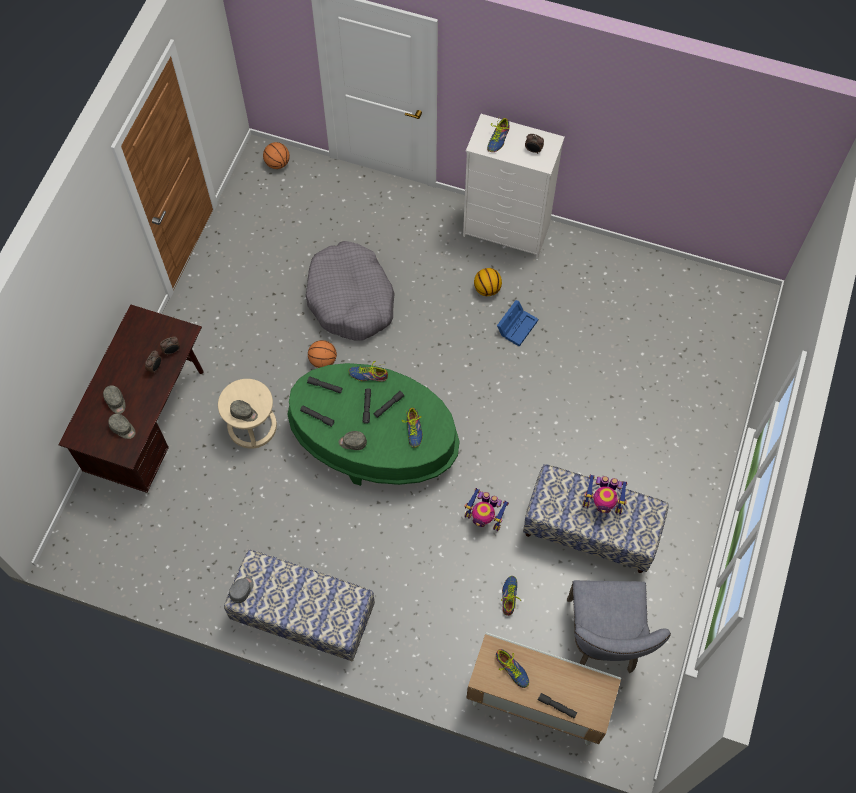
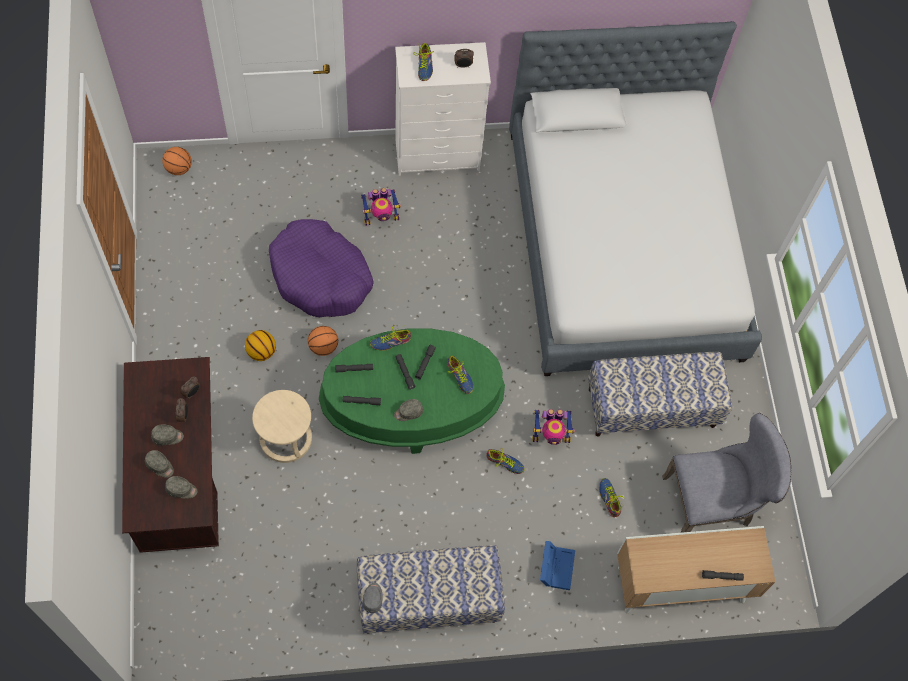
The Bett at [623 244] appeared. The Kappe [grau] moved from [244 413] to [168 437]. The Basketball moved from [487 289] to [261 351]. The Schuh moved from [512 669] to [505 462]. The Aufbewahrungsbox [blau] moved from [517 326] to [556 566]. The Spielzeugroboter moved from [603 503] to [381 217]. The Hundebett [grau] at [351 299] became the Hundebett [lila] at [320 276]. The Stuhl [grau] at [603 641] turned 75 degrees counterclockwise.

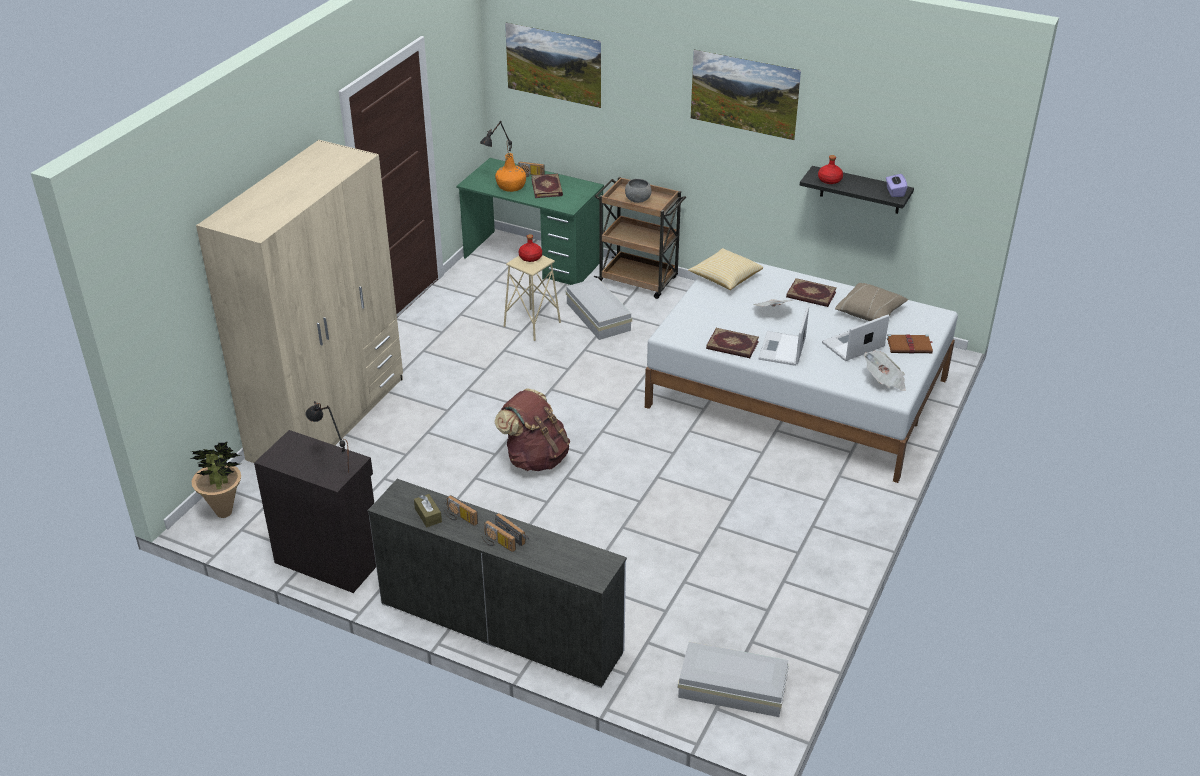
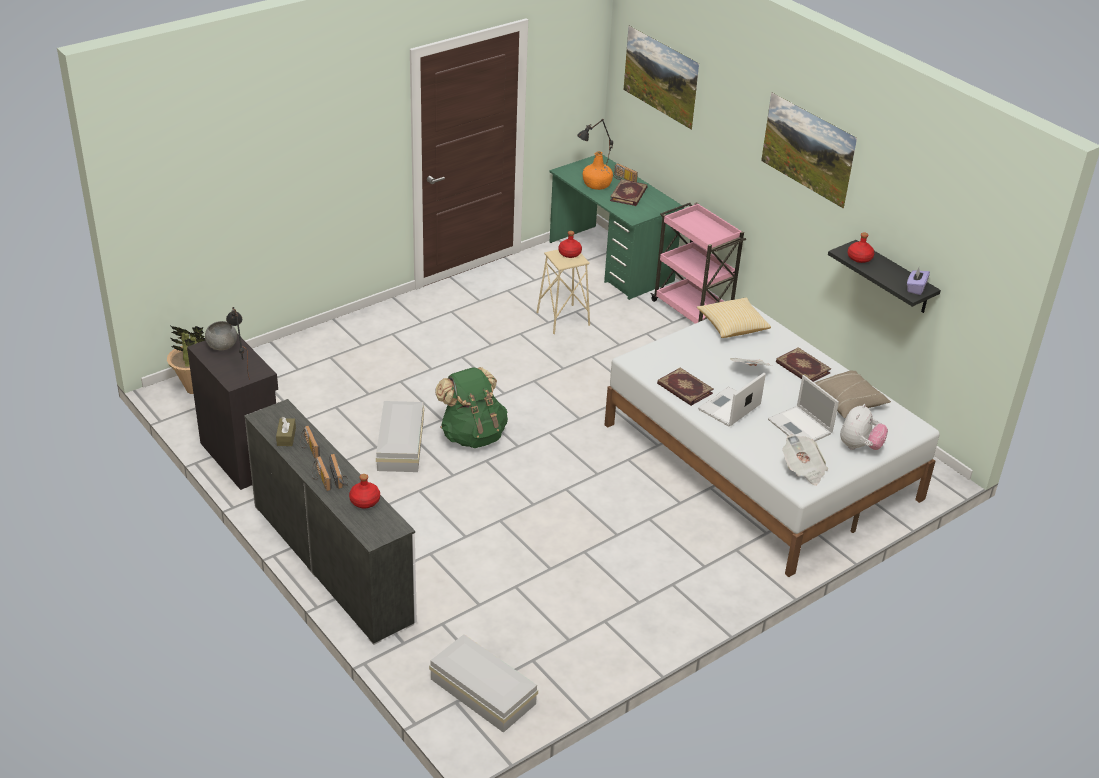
The Kleiderschrank [beige] at [328 418] disappeared. The Flasche [rot] at [364 501] appeared. The Aufbewahrungsbox [weiß] moved from [598 317] to [399 445]. The Schüssel [grau] moved from [638 200] to [222 346]. The Buch [braun] at [910 346] was replaced by the Plüschtier at [859 446]. The Rucksack [braun] at [535 458] became the Rucksack [grün] at [472 435]. The Rollwagen [braun] at [638 281] became the Rollwagen [rosa] at [692 310]. The Laptop at [852 346] turned 120 degrees counterclockwise.

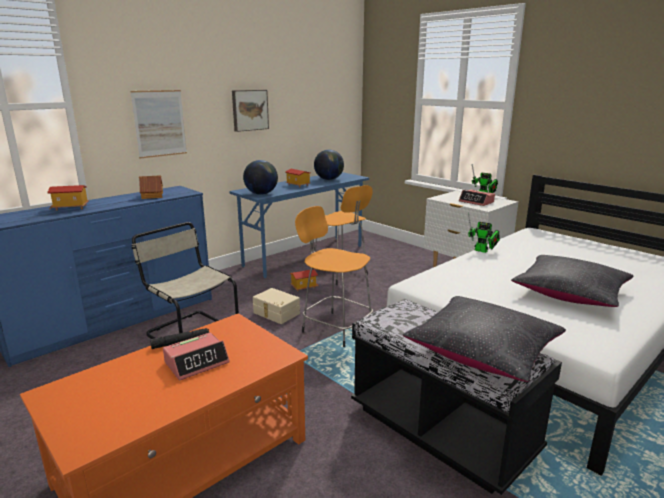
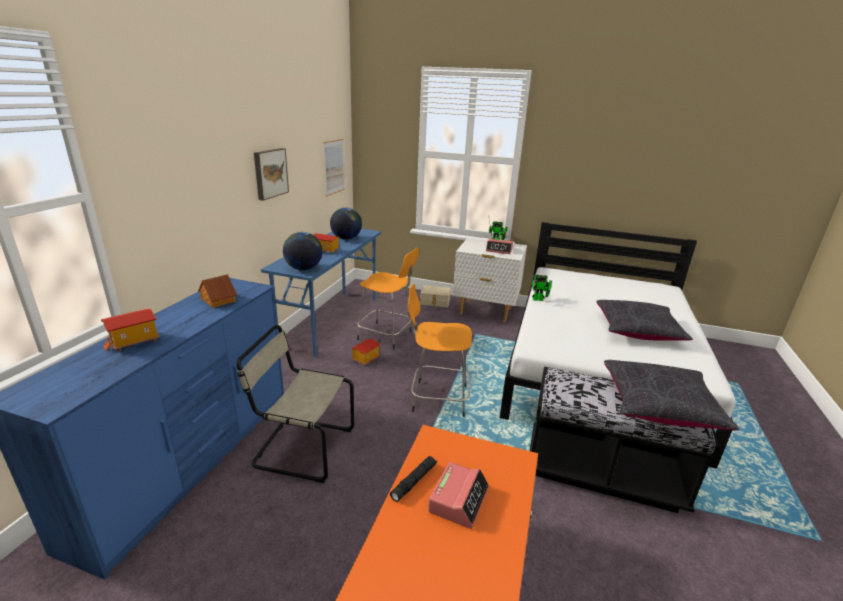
The Bild moved from [160 123] to [334 167]. The Aufbewahrungsbox [beige] moved from [276 313] to [435 302].

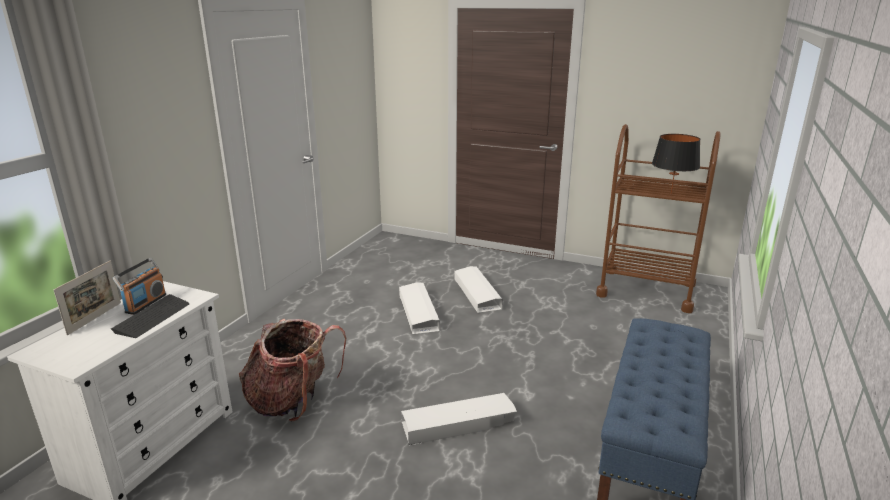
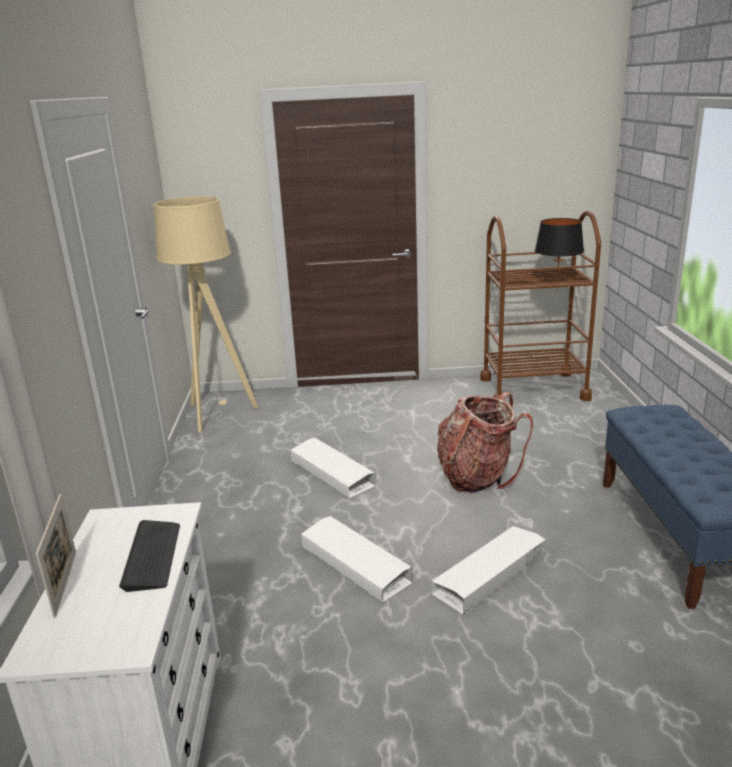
The Radio at [145 303] disappeared. The Stehlampe [beige] at [217 415] appeared. The Rucksack moved from [293 401] to [477 476]. The Aufbewahrungsbox [weiß] moved from [477 293] to [355 563].

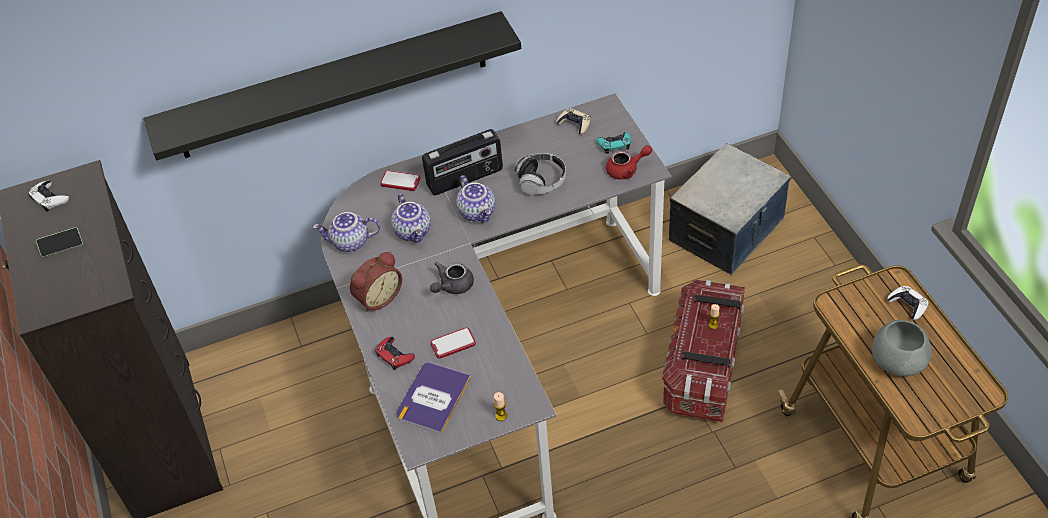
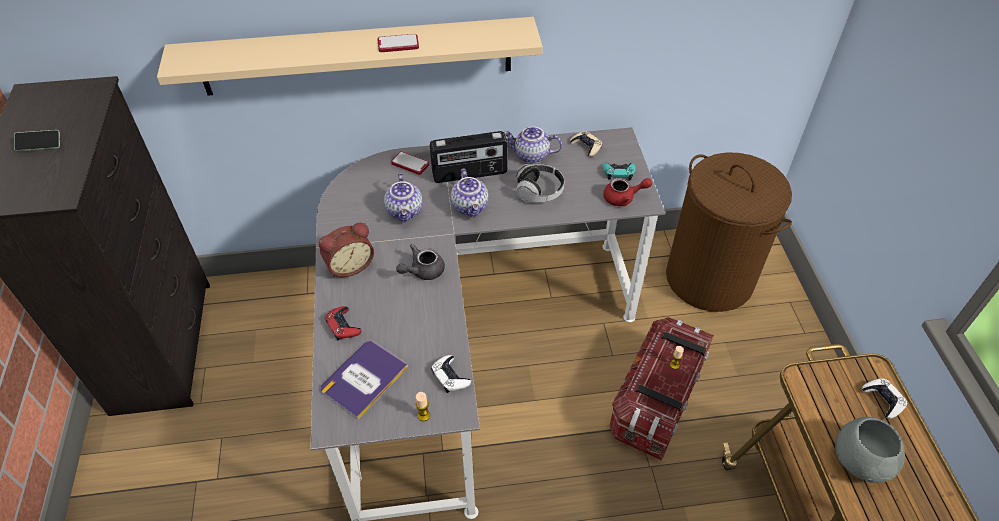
The Gamepad [weiß] moved from [49 199] to [450 377]. The Teekanne moved from [350 243] to [531 156]. The Handy moved from [453 344] to [398 44]. The Aufbewahrungsbox at [727 230] was replaced by the Wäschekorb [braun] at [710 278]. The Wandregal [schwarz] at [333 86] became the Wandregal [beige] at [357 56].

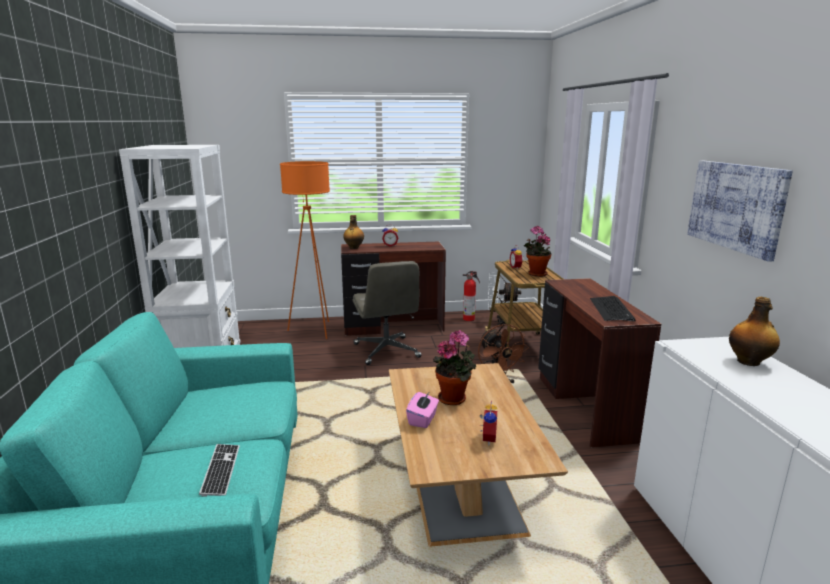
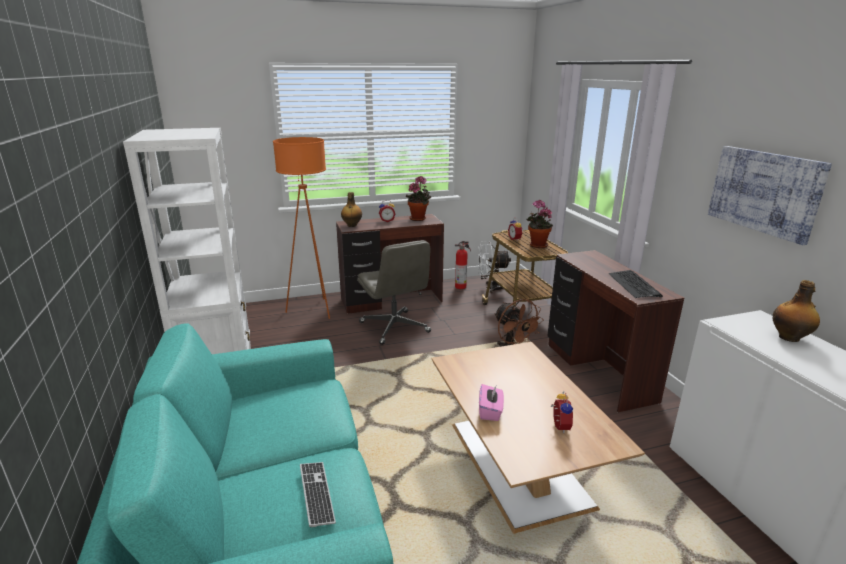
The Topfpflanze moved from [454 398] to [419 218].

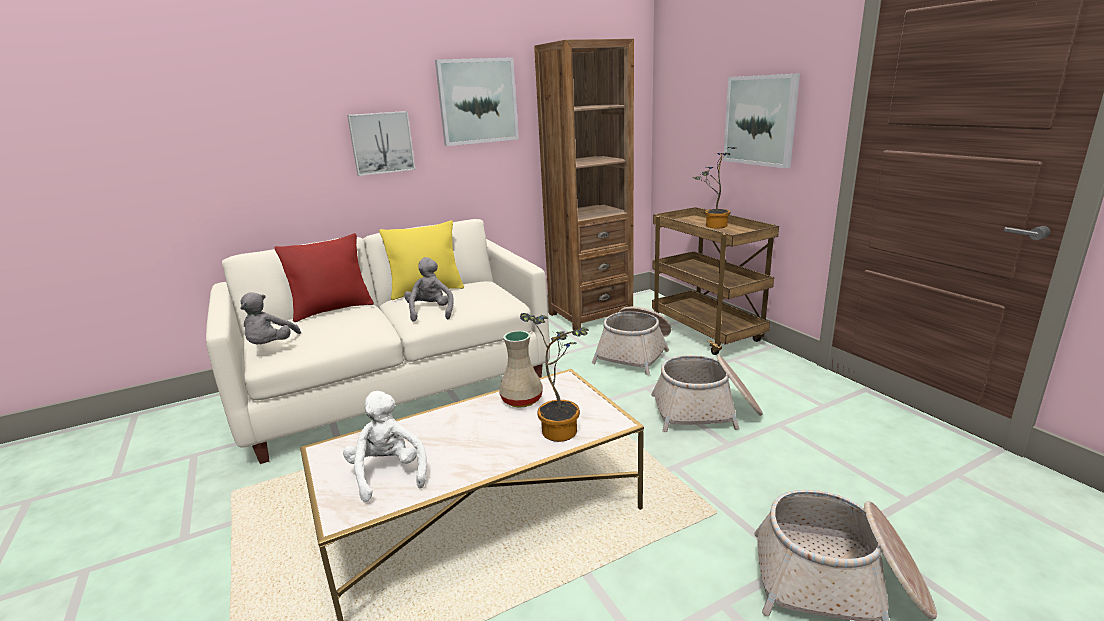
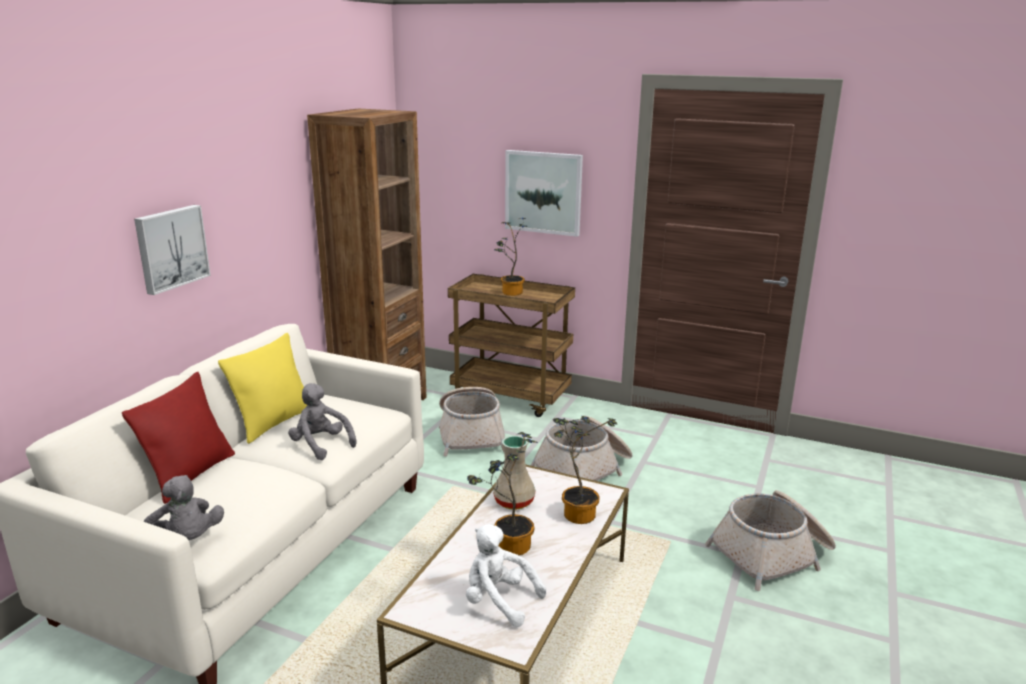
The Bild at [477 101] disappeared. The Topfpflanze at [508 546] appeared.

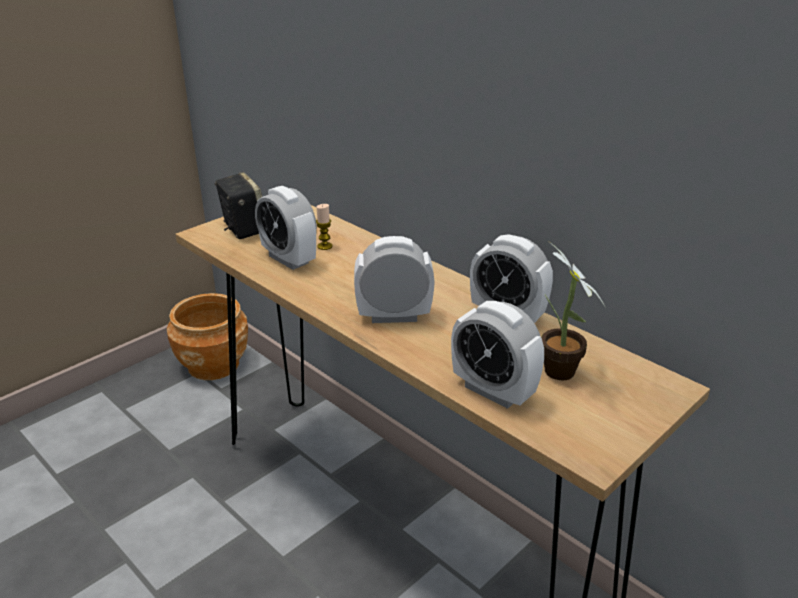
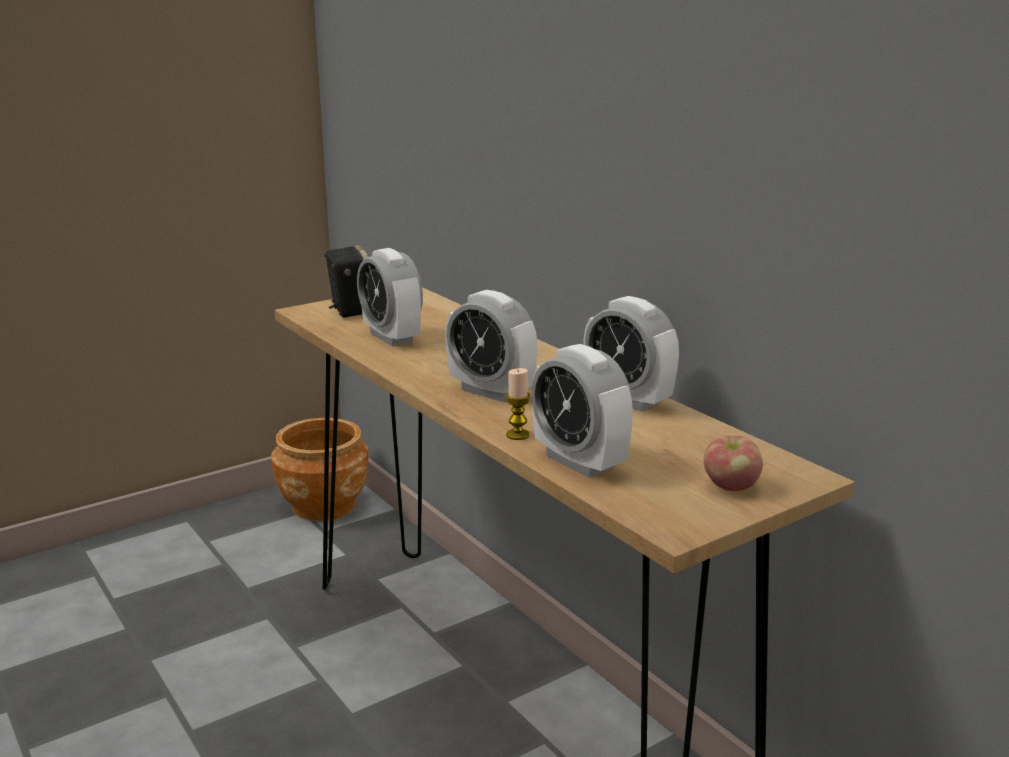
The Topfpflanze at [559 375] disappeared. The Apfel at [731 486] appeared. The Kerze moved from [325 246] to [517 435]. The Wecker at [394 316] turned 150 degrees counterclockwise.

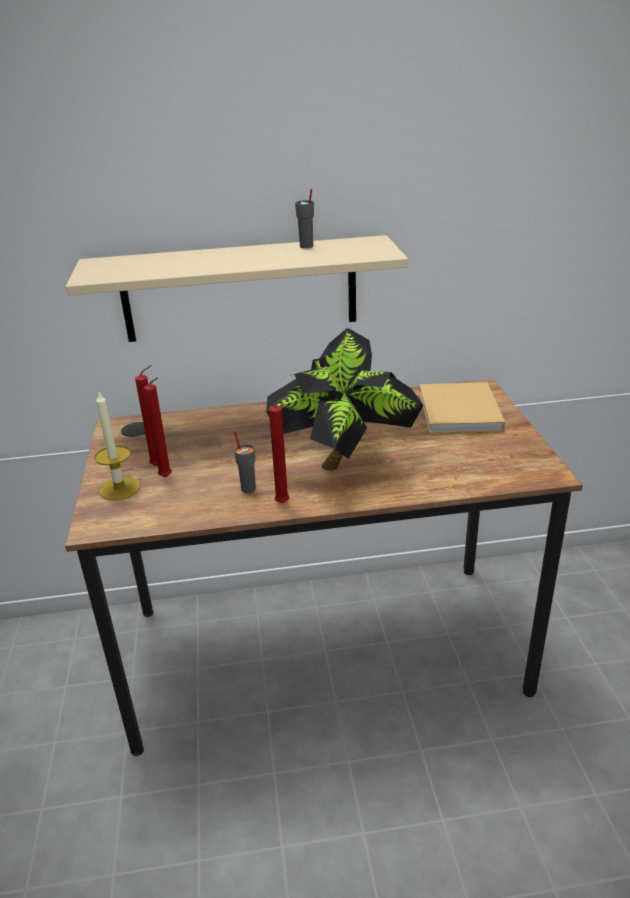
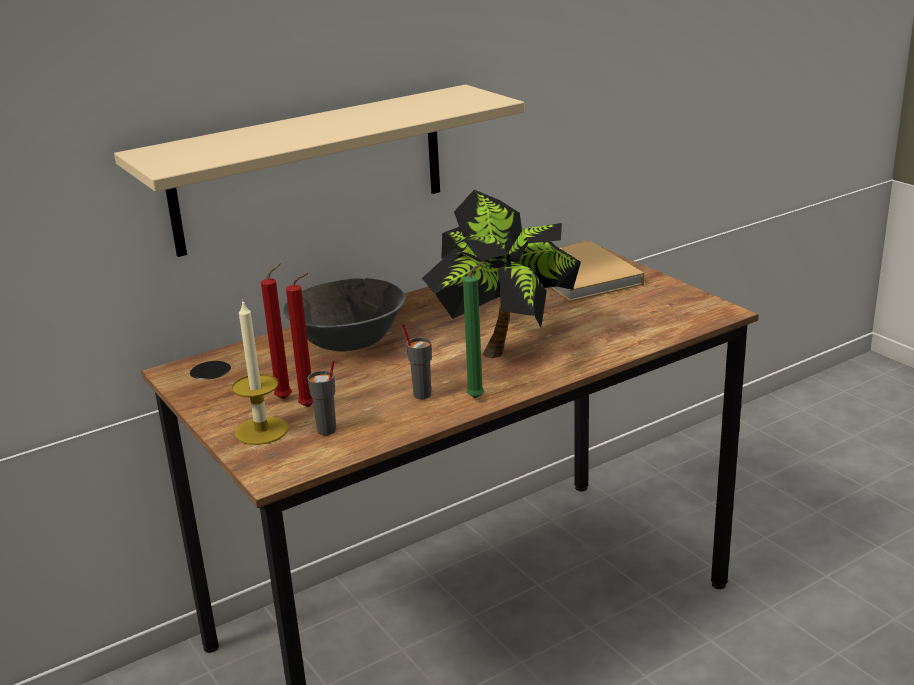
The Schüssel [grau] at [350 341] appeared. The Tasse [grau] moved from [306 246] to [327 430]. The Kerze [rot] at [284 503] became the Kerze [grün] at [478 397].

